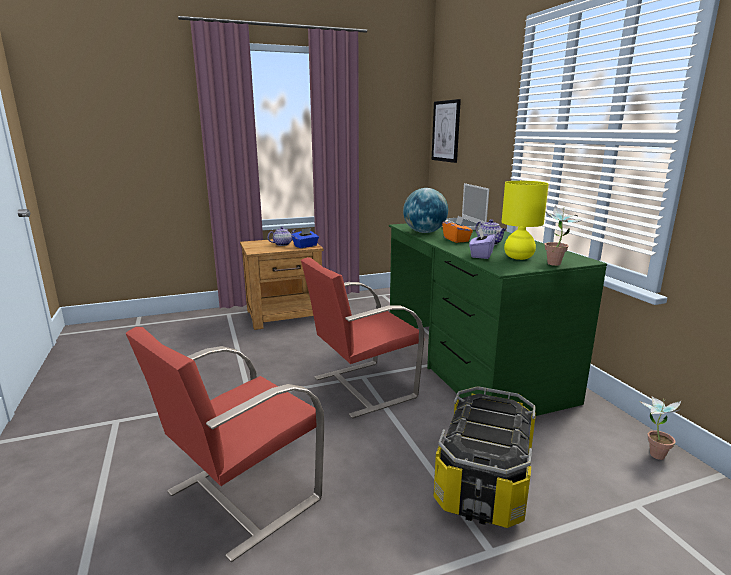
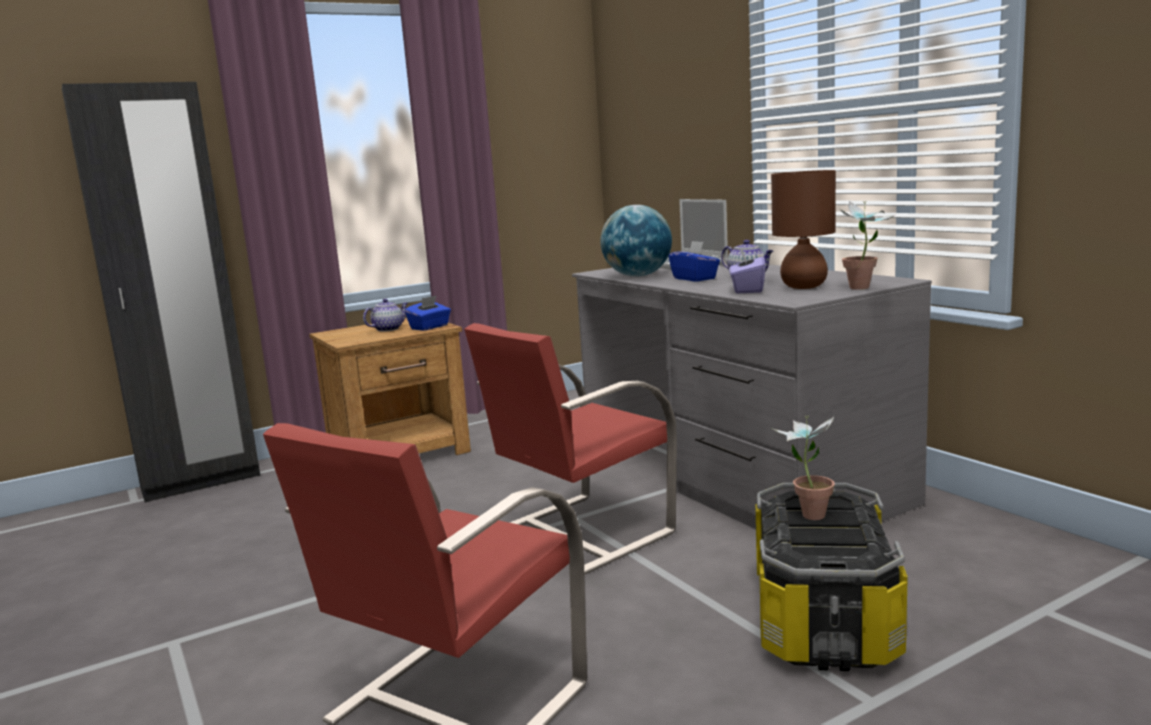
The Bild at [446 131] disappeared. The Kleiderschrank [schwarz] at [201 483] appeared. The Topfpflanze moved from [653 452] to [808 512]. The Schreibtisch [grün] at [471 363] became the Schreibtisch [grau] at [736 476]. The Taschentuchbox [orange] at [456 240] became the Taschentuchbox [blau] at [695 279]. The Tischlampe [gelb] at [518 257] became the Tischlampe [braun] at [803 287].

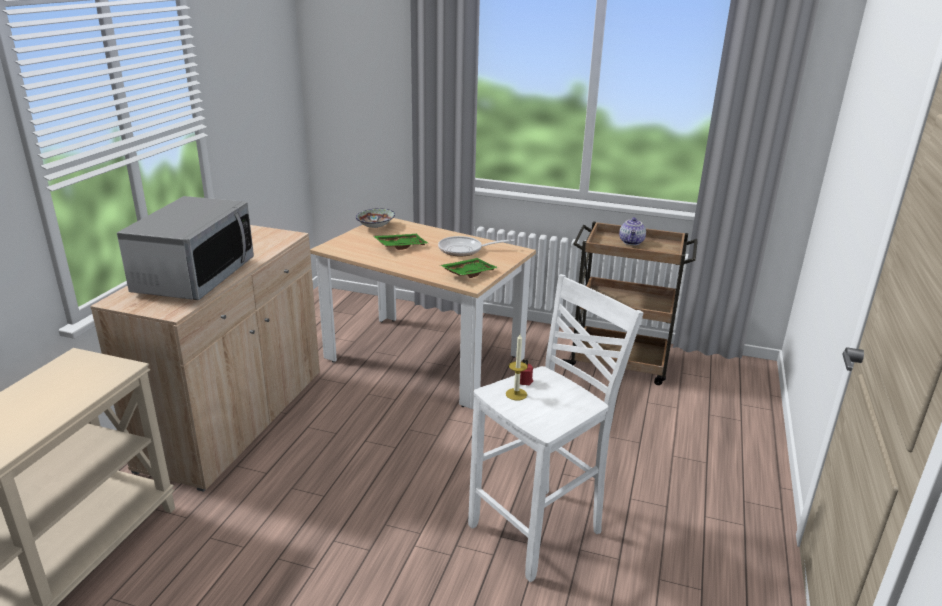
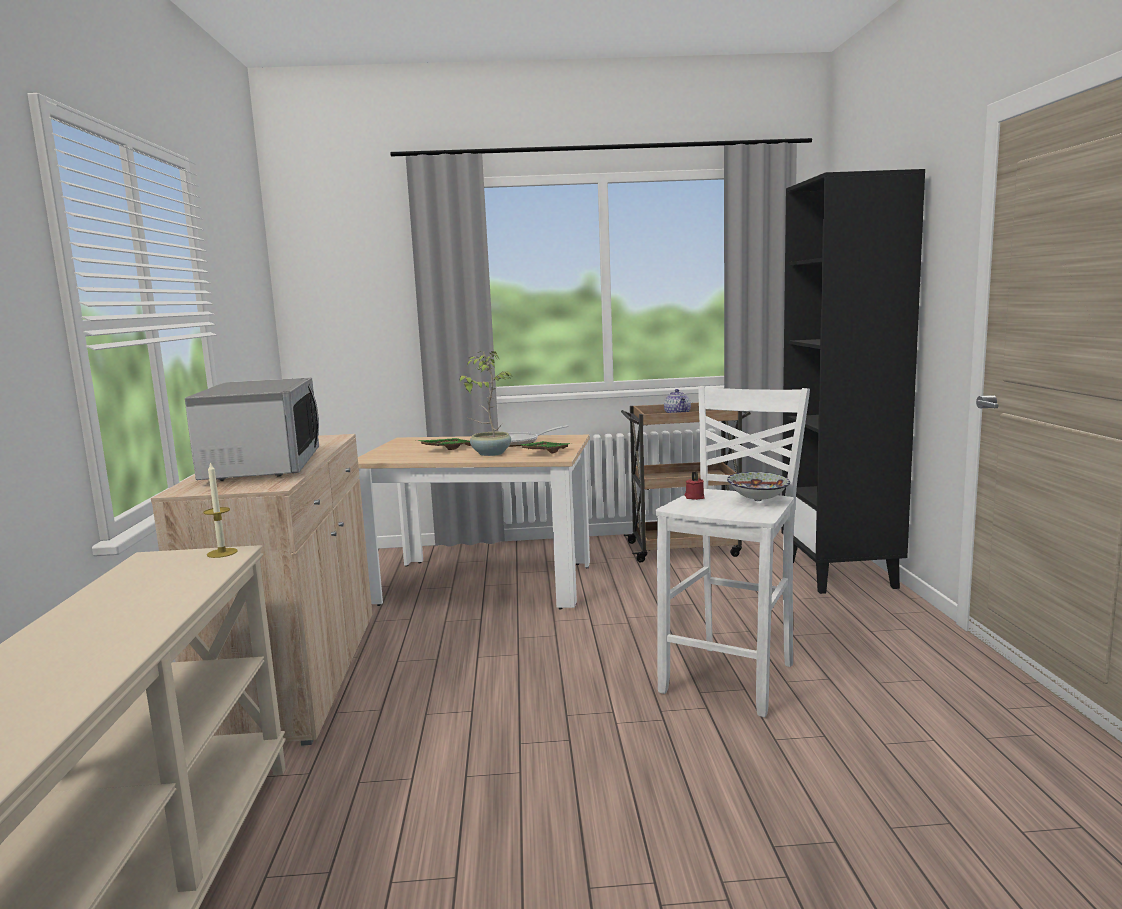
The Topfpflanze at [490 453] appeared. The Bücherregal [schwarz] at [841 574] appeared. The Schüssel moved from [375 227] to [757 500]. The Kerze moved from [516 394] to [222 553].

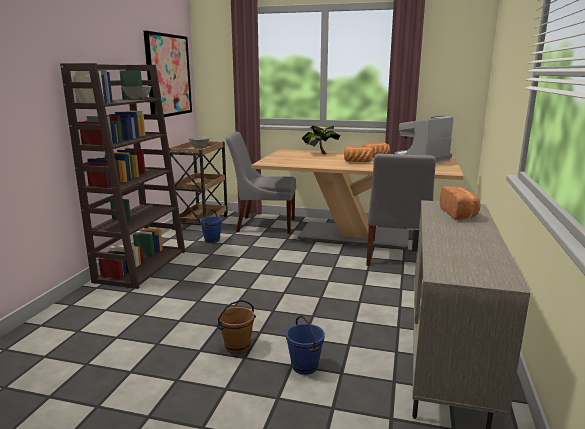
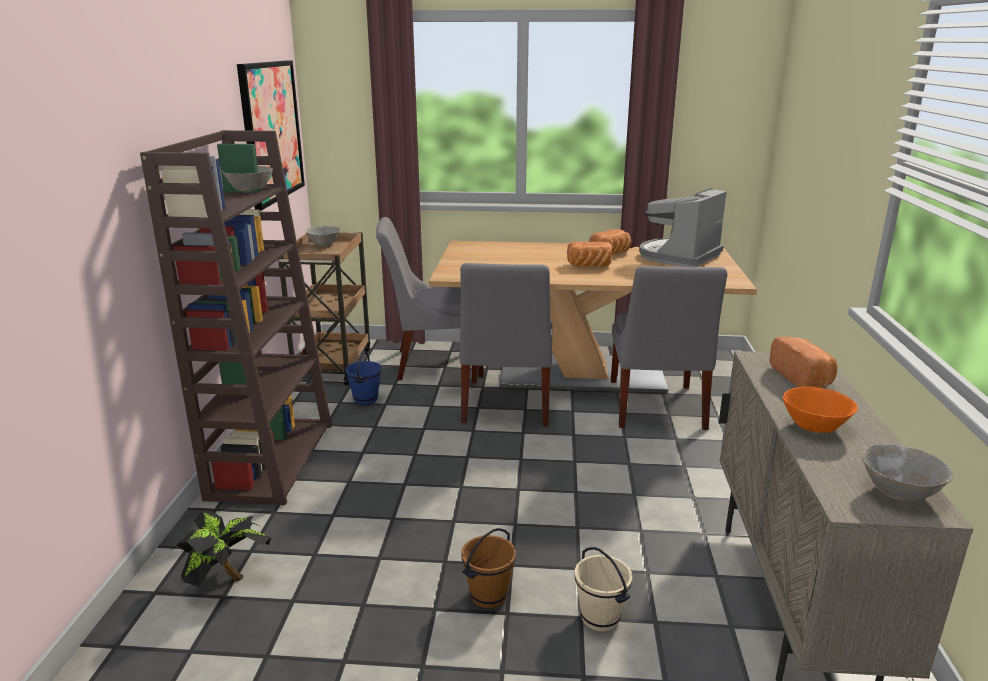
The Stuhl [grau] at [506 405] appeared. The Schüssel [orange] at [815 427] appeared. The Schüssel [grau] at [898 492] appeared. The Topfpflanze moved from [320 153] to [225 580]. The Eimer [blau] at [305 366] became the Eimer [beige] at [600 618].

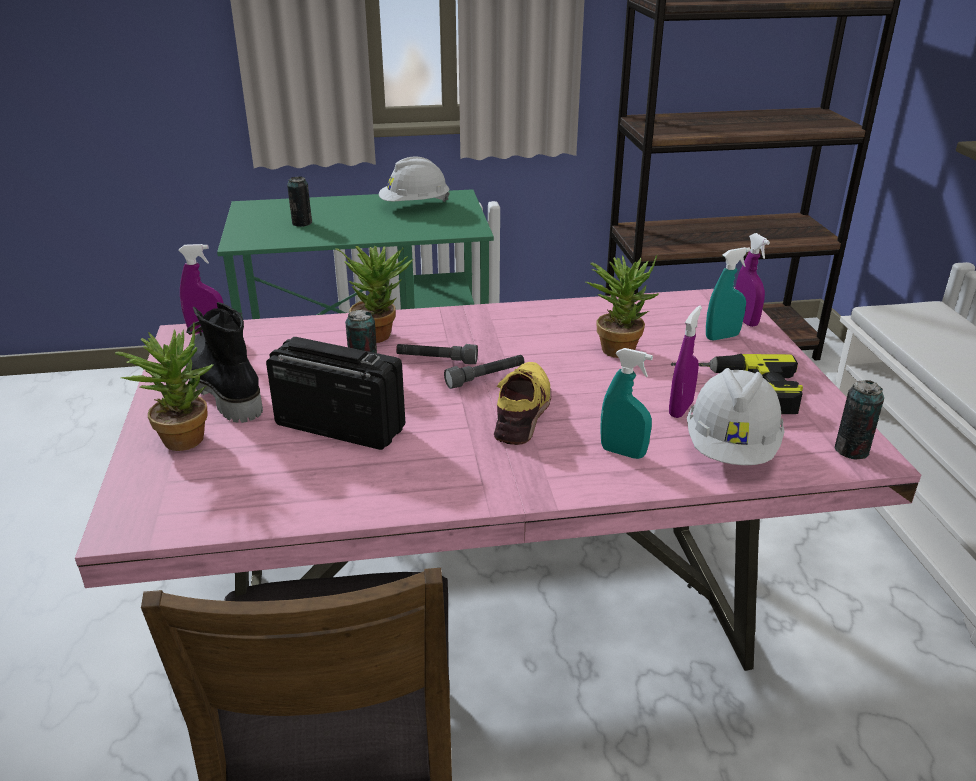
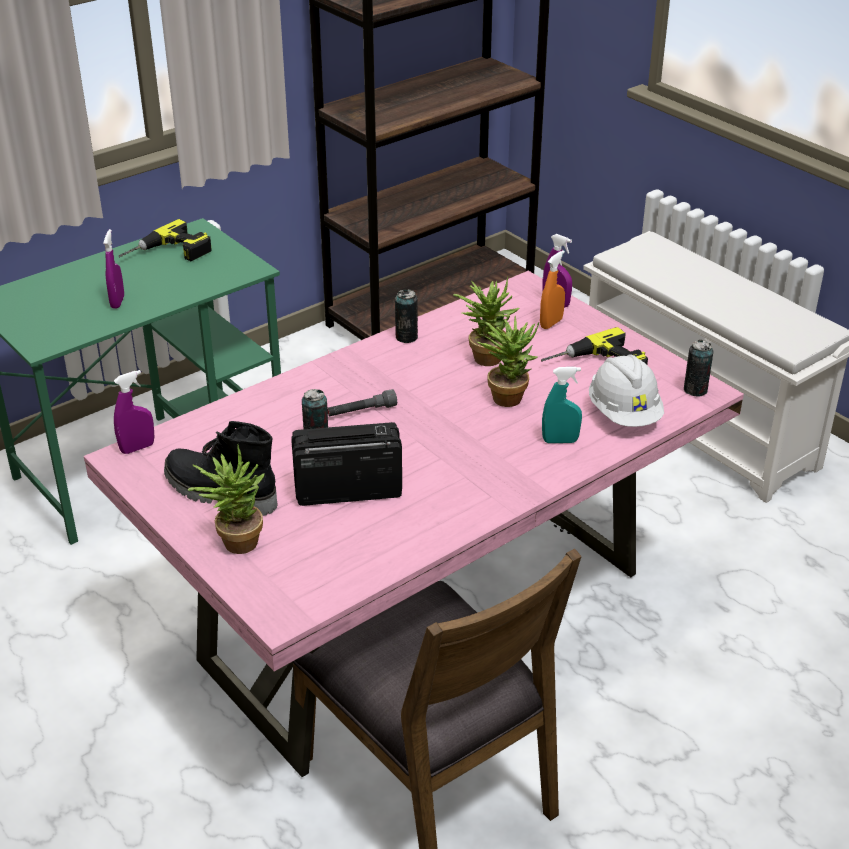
The Taschenlampe [grau] at [485 378] disappeared. The Schuh [gelb] at [523 412] disappeared. The Dose moved from [302 223] to [406 337]. The Topfpflanze moved from [380 333] to [508 395]. The Sprühflasche [lila] moved from [680 409] to [117 302]. The Schutzhelm [weiß] at [414 206] was replaced by the Bohrmaschine at [167 254]. The Sprühflasche [türkis] at [722 337] became the Sprühflasche [orange] at [551 323].

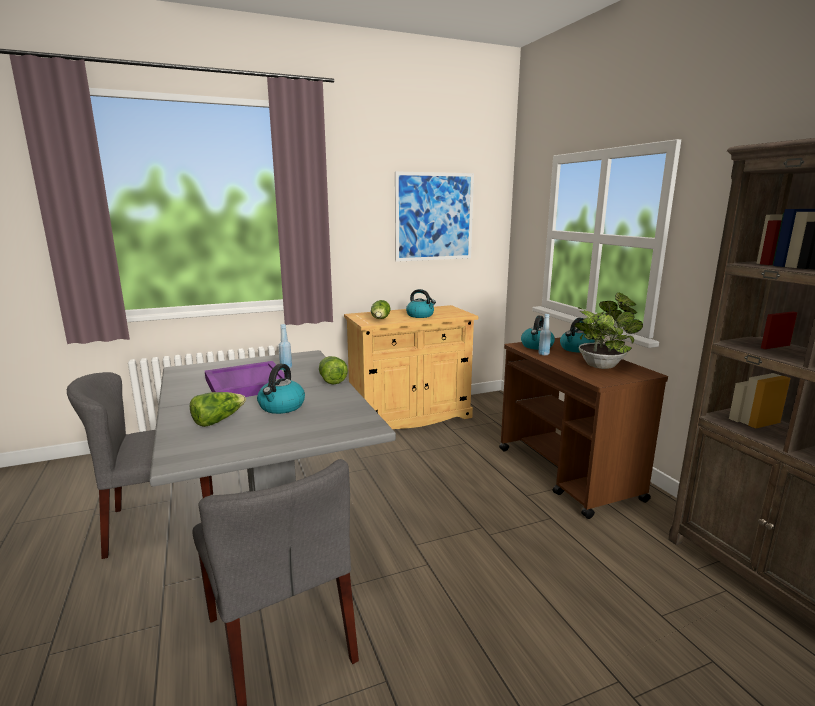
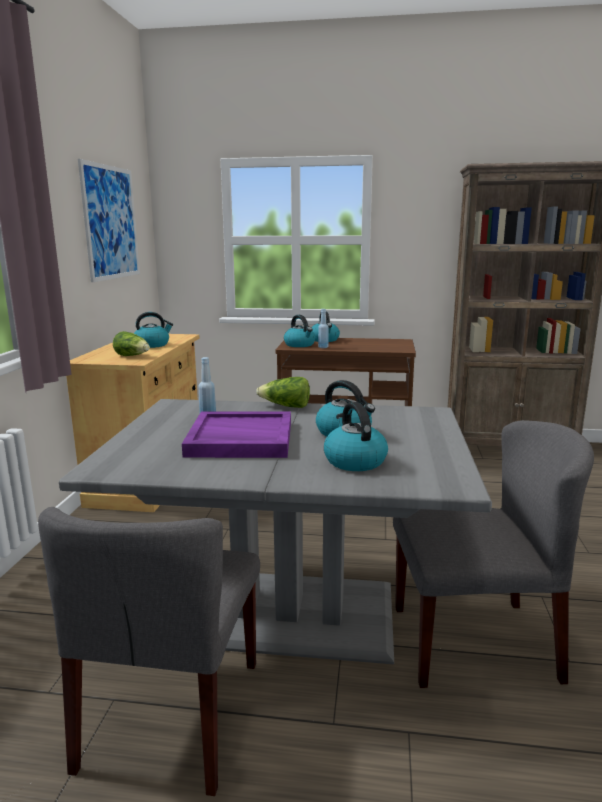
The Topfpflanze at [602 365] disappeared. The Salatkopf at [218 420] was replaced by the Wasserkessel at [354 461].

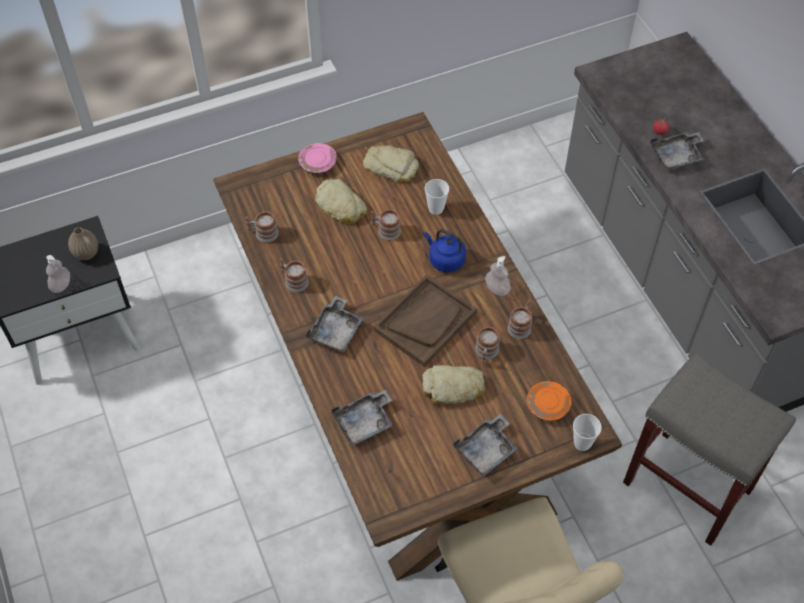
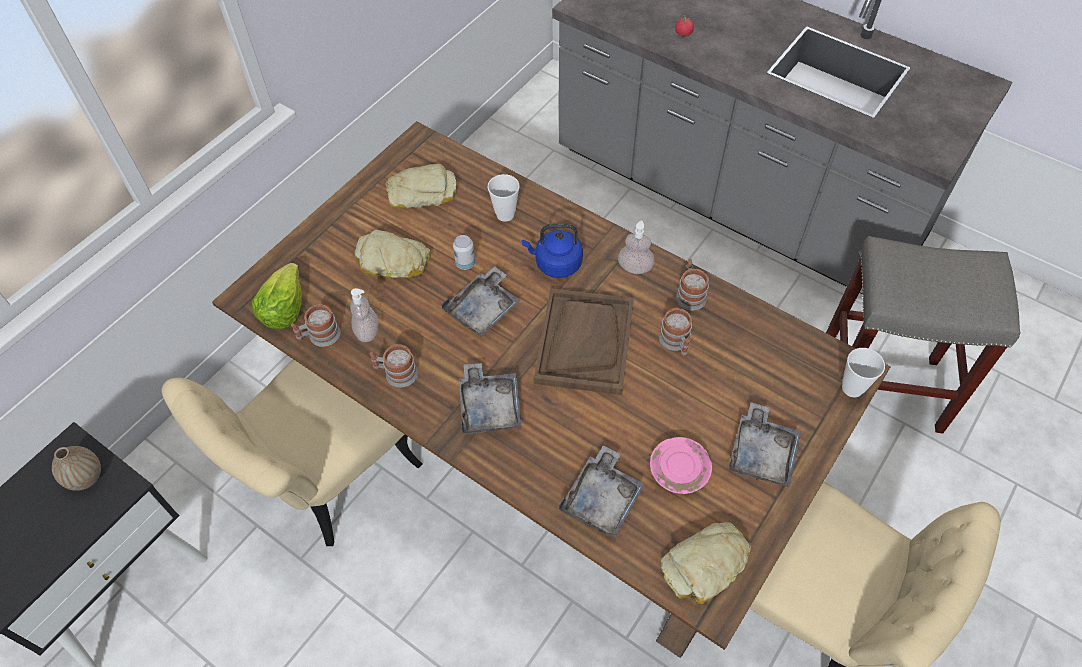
The Teller [orange] at [548 405] disappeared. The Stuhl [beige] at [323 482] appeared. The Salatkopf at [283 308] appeared. The Seifenspender moved from [61 285] to [367 331]. The Teller [rosa] moved from [318 163] to [679 471]. The Brot moved from [453 388] to [705 565]. The Tablett [grau] moved from [677 156] to [483 309]. The Henkelbecher at [385 230] was replaced by the Dose at [465 263].

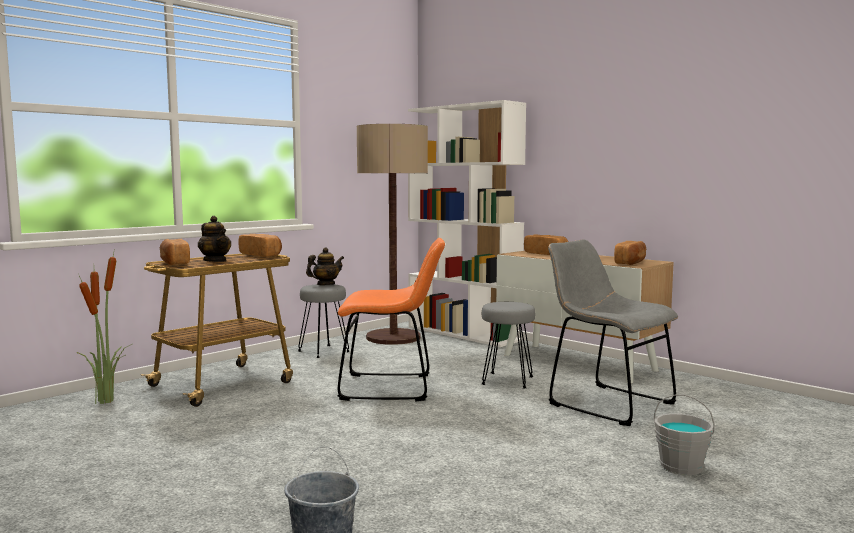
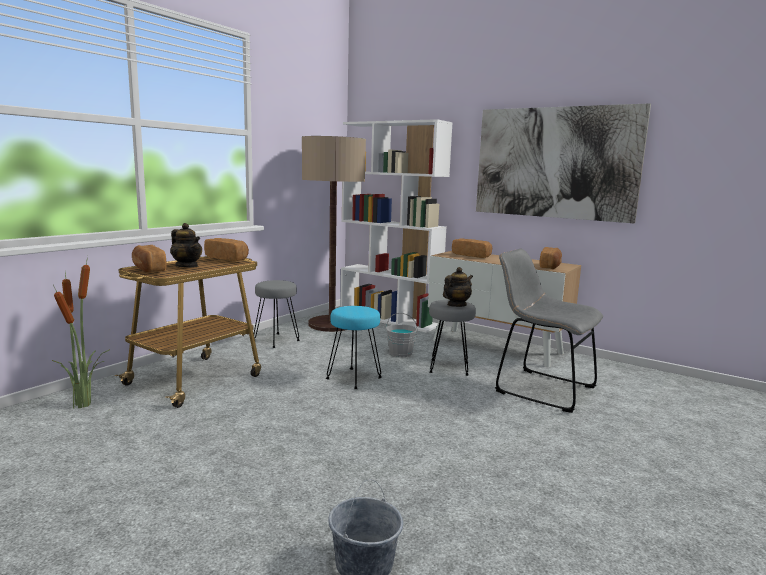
The Bild at [555 163] appeared. The Teekanne moved from [325 284] to [456 305]. The Eimer [grau] moved from [680 466] to [400 353]. The Stuhl [orange] at [392 388] was replaced by the Hocker [türkis] at [354 378].

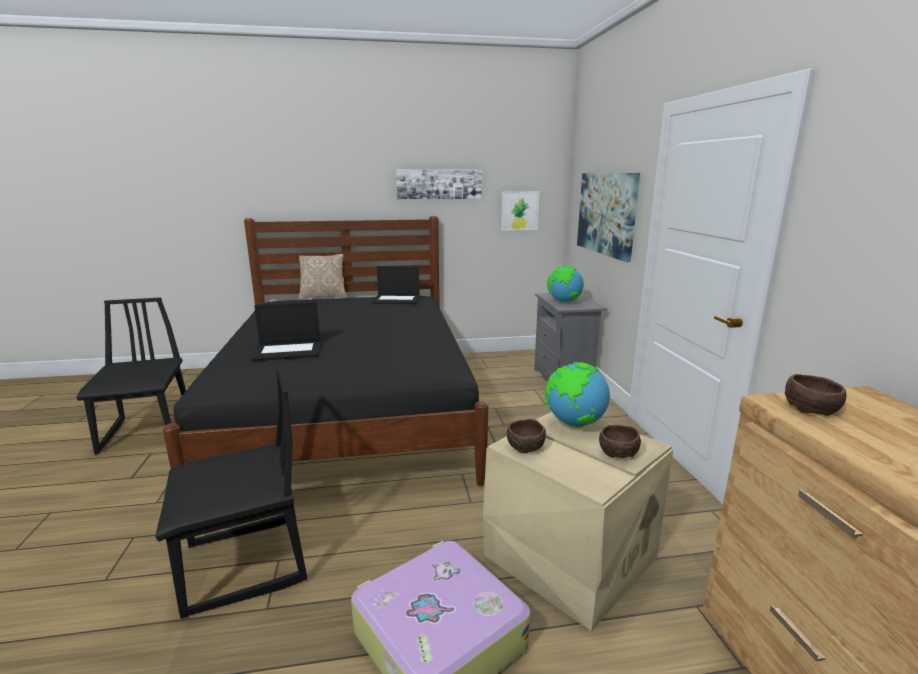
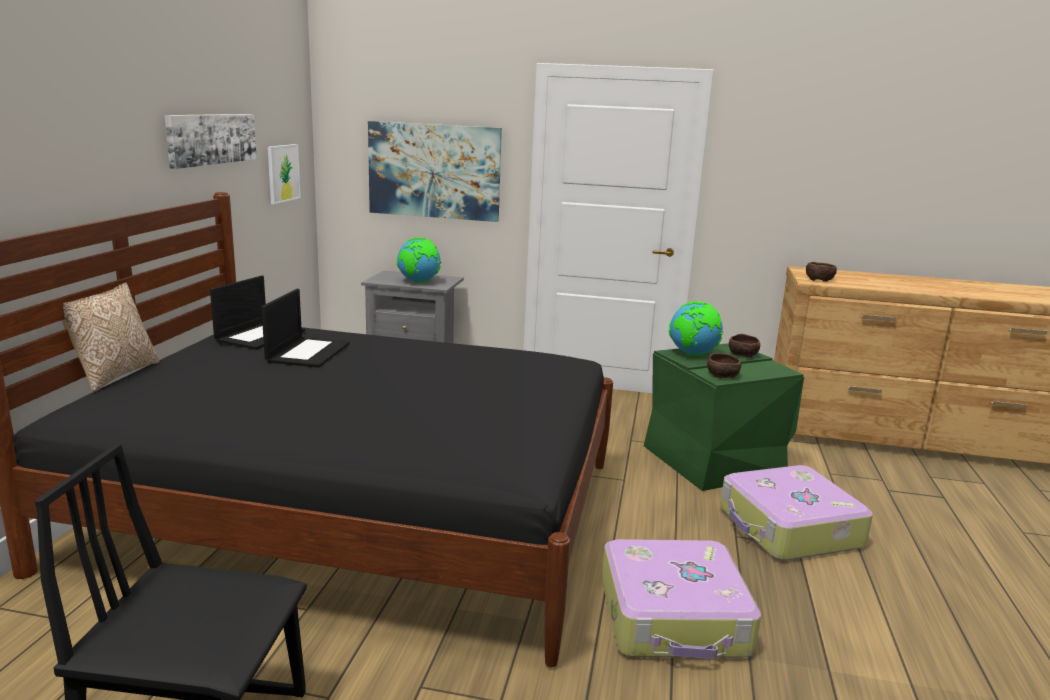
The Laptop moved from [289 351] to [308 352]. The Stuhl [schwarz] at [245 564] was replaced by the Koffer at [674 618]. The Aufbewahrungsbox [beige] at [570 558] became the Aufbewahrungsbox [grün] at [715 460].

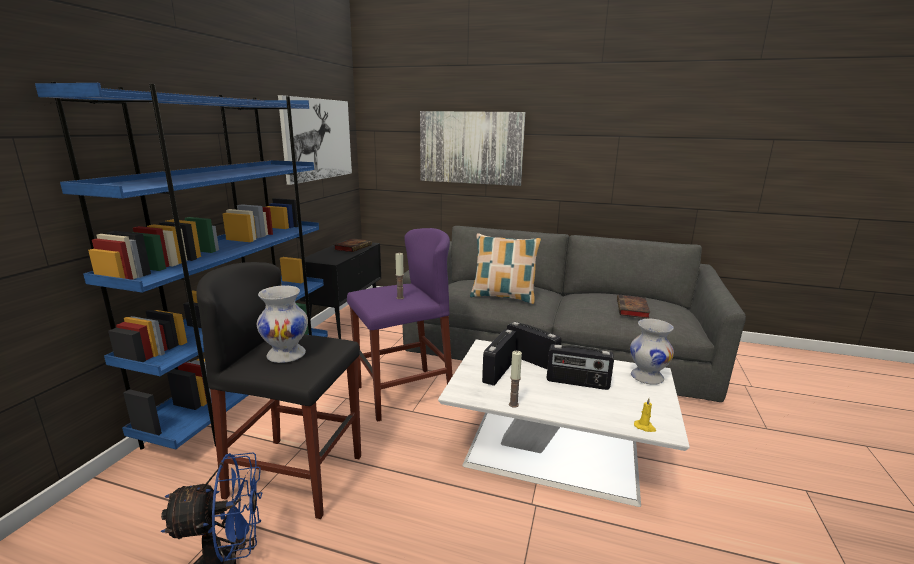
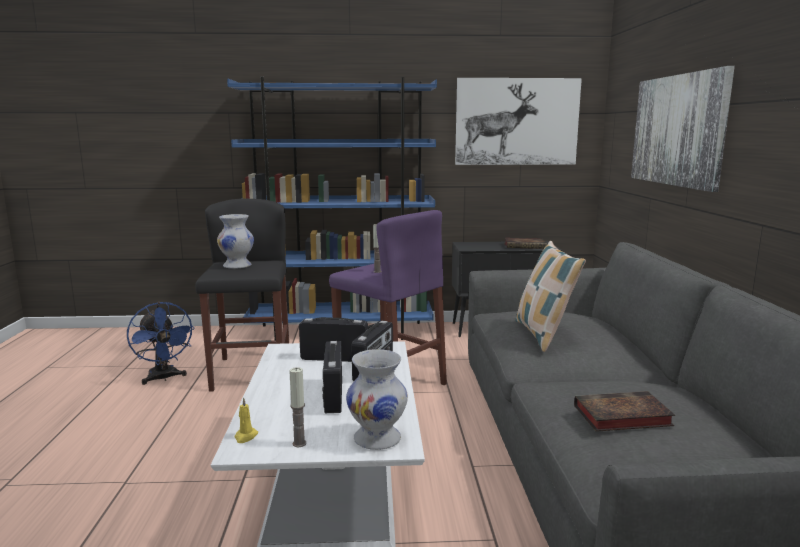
The Kerze moved from [513 404] to [299 443].

